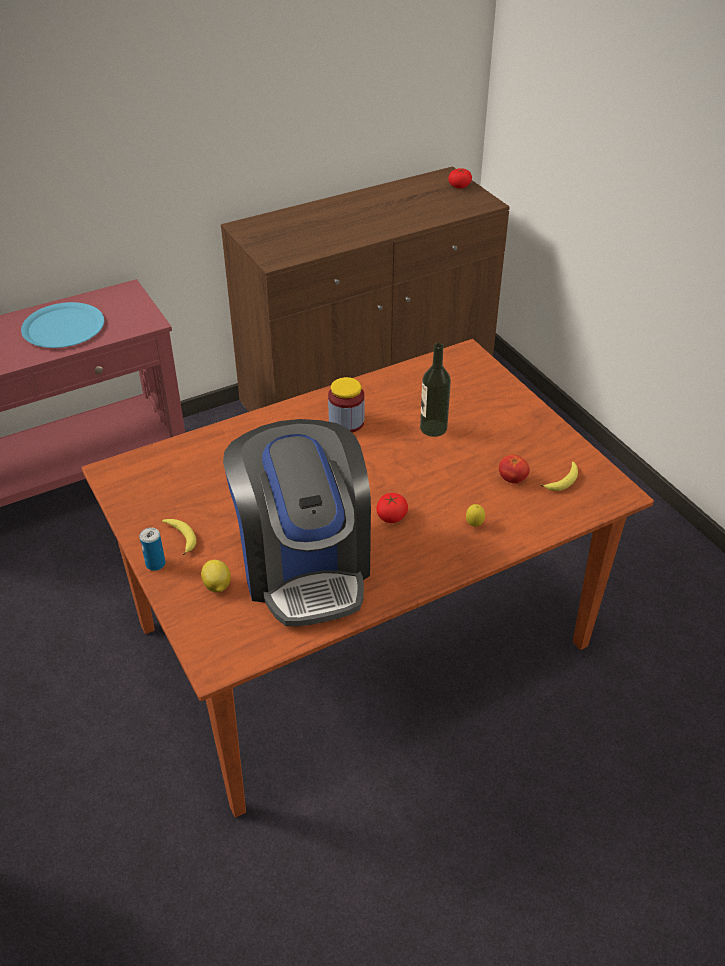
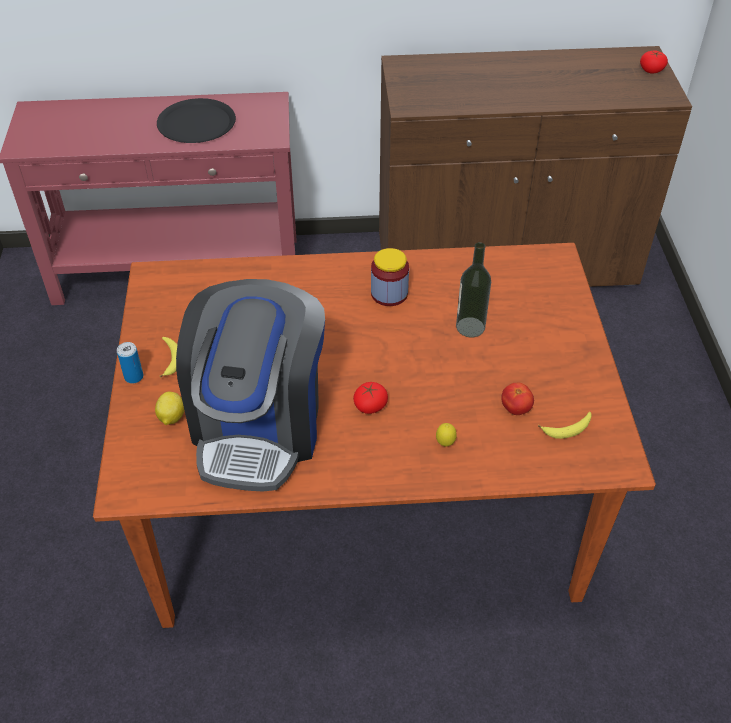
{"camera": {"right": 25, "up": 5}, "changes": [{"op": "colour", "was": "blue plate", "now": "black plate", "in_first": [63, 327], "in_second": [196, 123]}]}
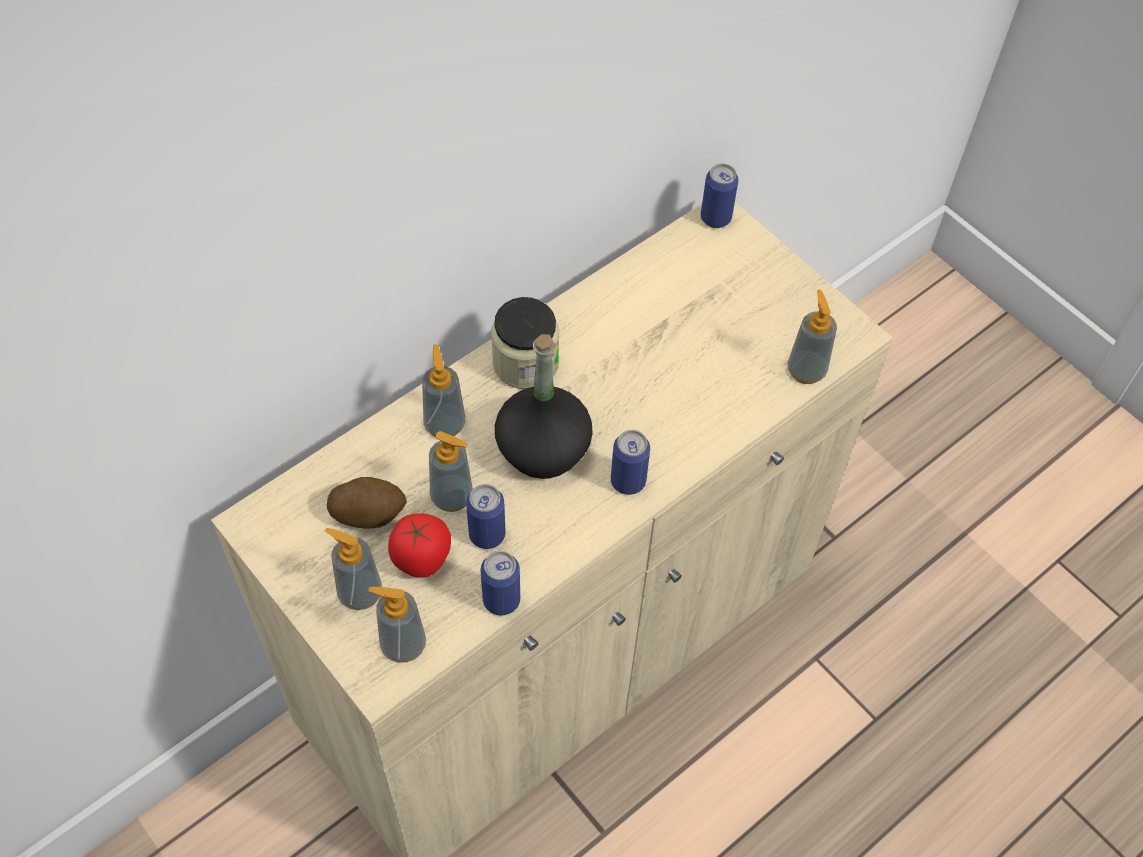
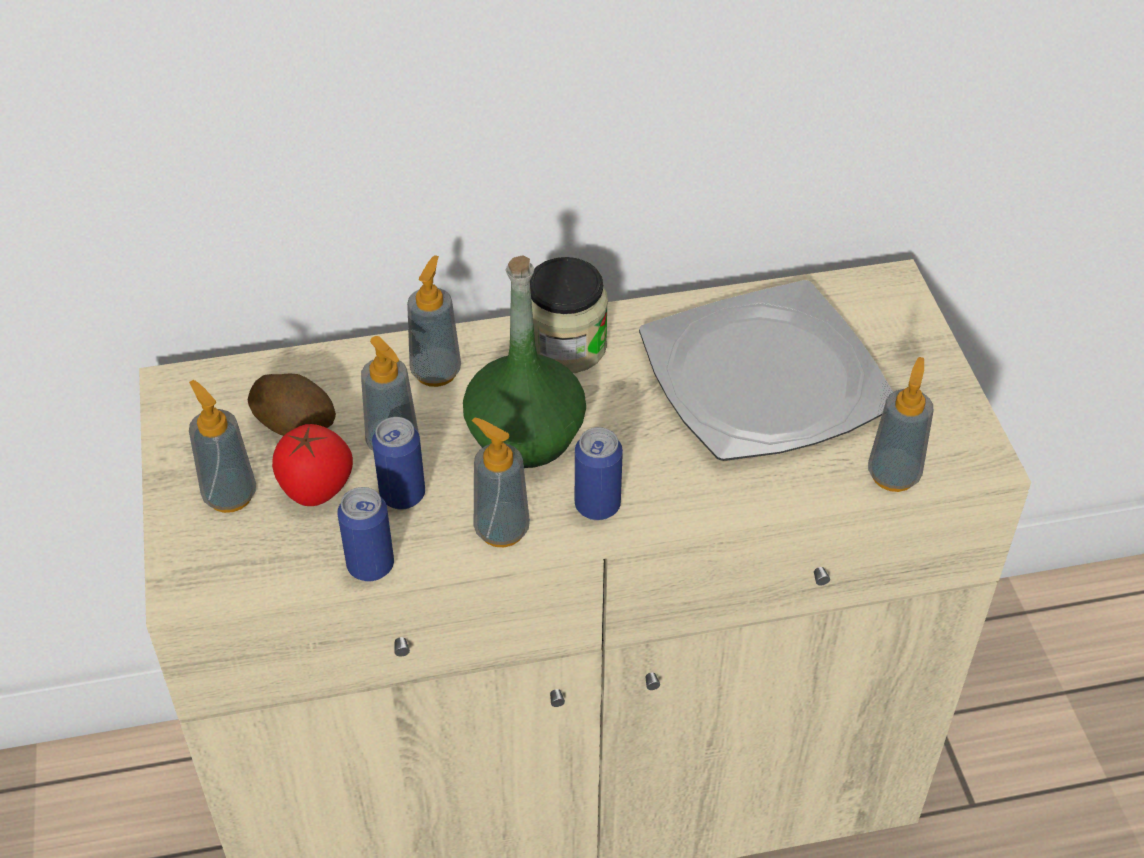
{"camera": {"right": 30, "up": -10}, "changes": [{"op": "missing", "was": "metal can", "in_first": [715, 218]}, {"op": "colour", "was": "black beverage bottle", "now": "greenish beverage bottle", "in_first": [543, 449], "in_second": [524, 436]}, {"op": "relocated", "was": "liquid soap bottle", "in_first": [403, 644], "in_second": [501, 529]}, {"op": "appeared", "now": "plate", "in_second": [763, 380]}]}
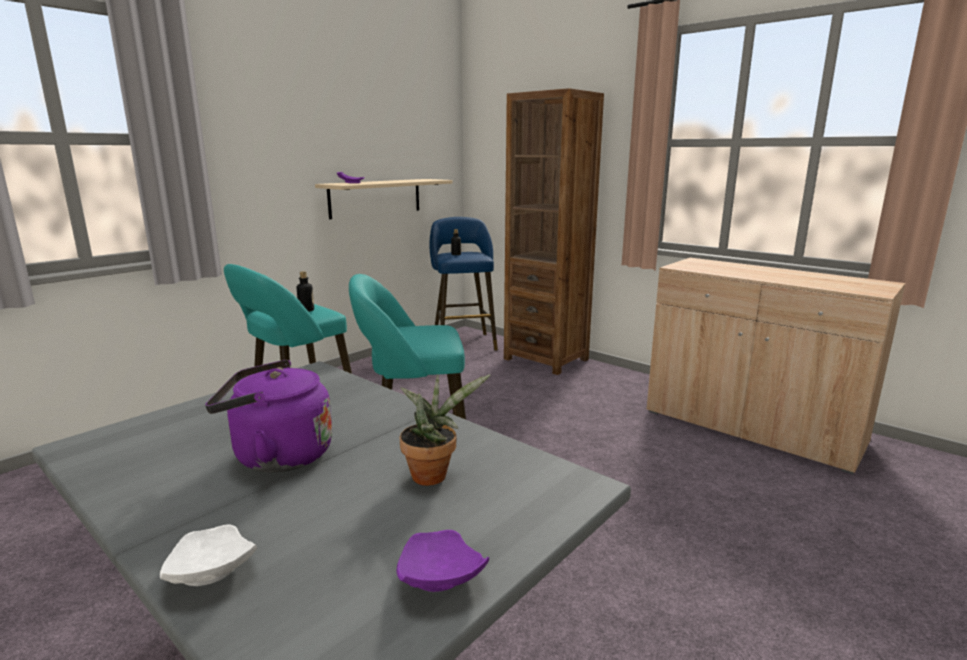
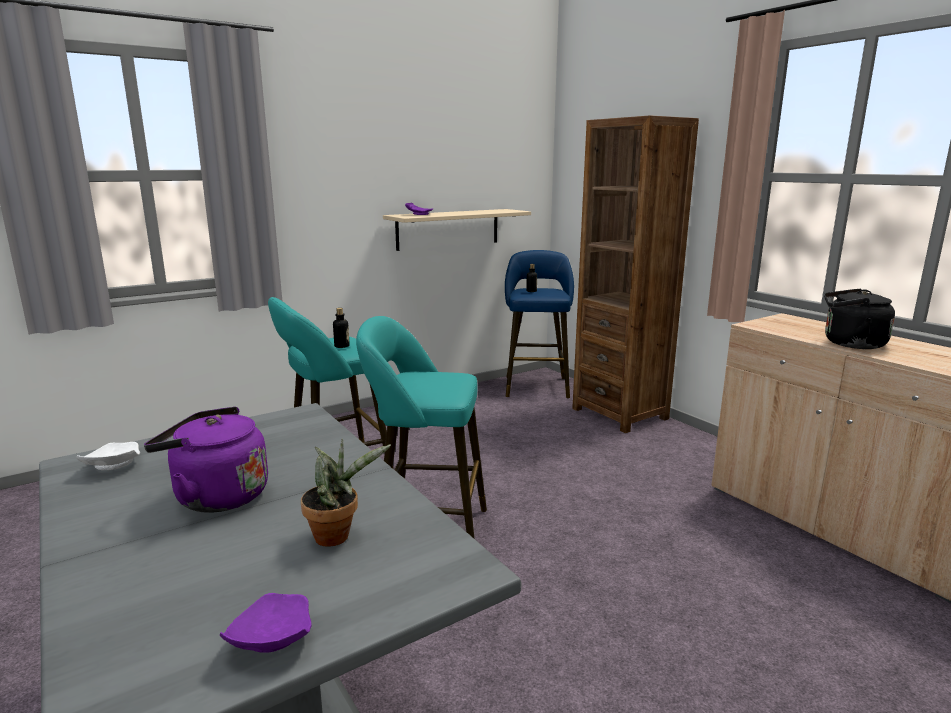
{"camera": {"right": 15, "up": 0}, "changes": [{"op": "relocated", "was": "whitish plate", "in_first": [209, 573], "in_second": [112, 465]}, {"op": "appeared", "now": "black kettle", "in_second": [849, 344]}]}
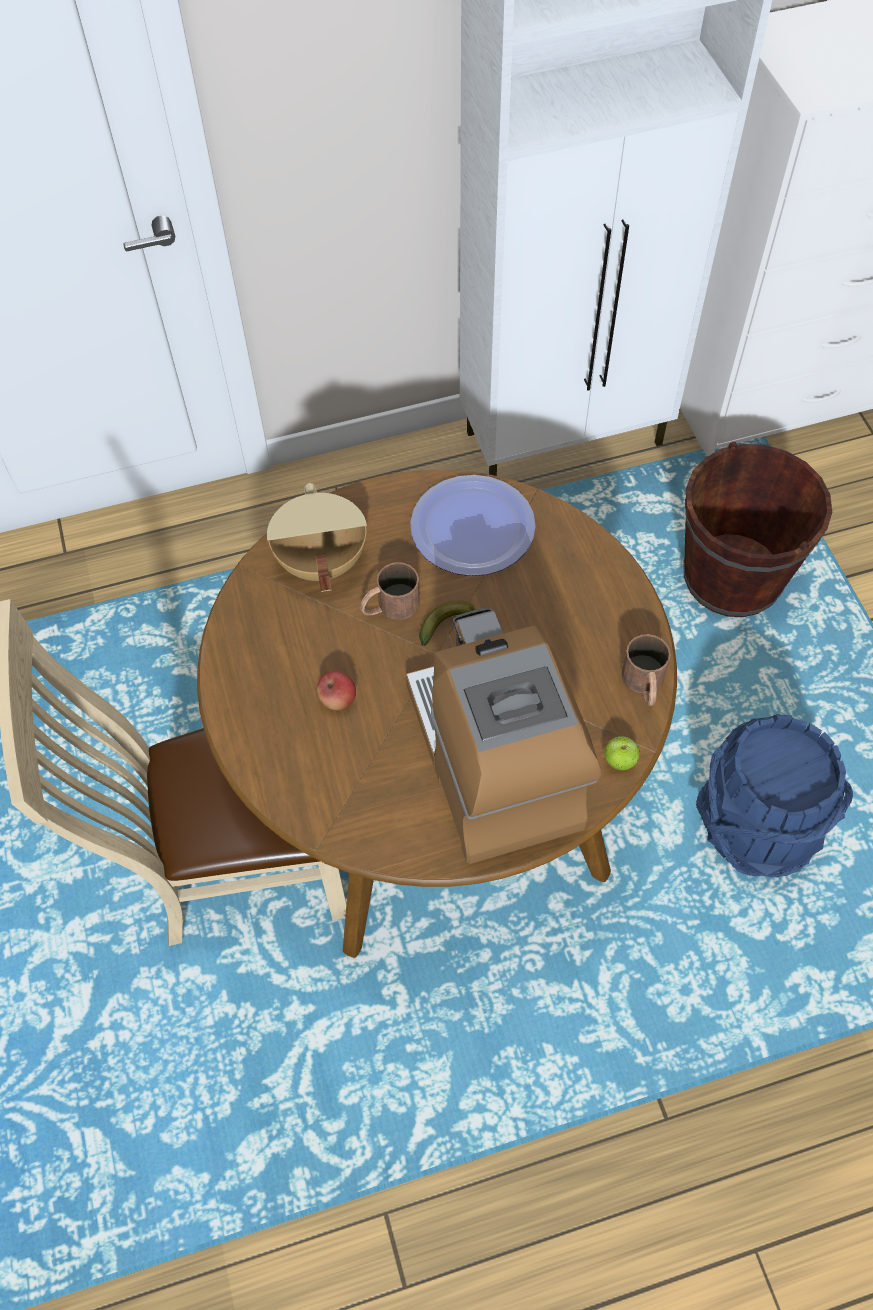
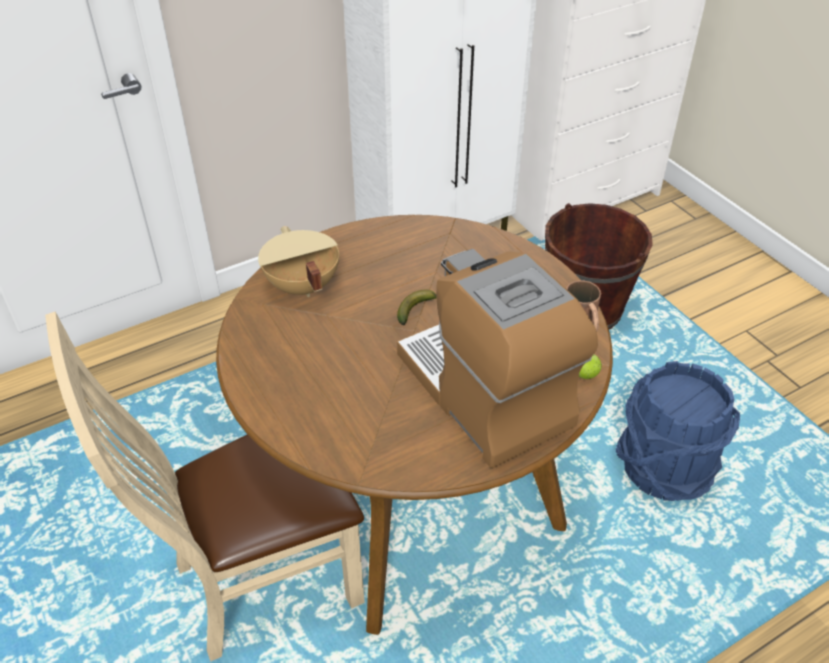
{"camera": {"right": -15, "up": -15}, "changes": [{"op": "missing", "was": "plate", "in_first": [472, 528]}, {"op": "missing", "was": "brown tea mug", "in_first": [389, 606]}, {"op": "missing", "was": "whole apple", "in_first": [338, 700]}]}
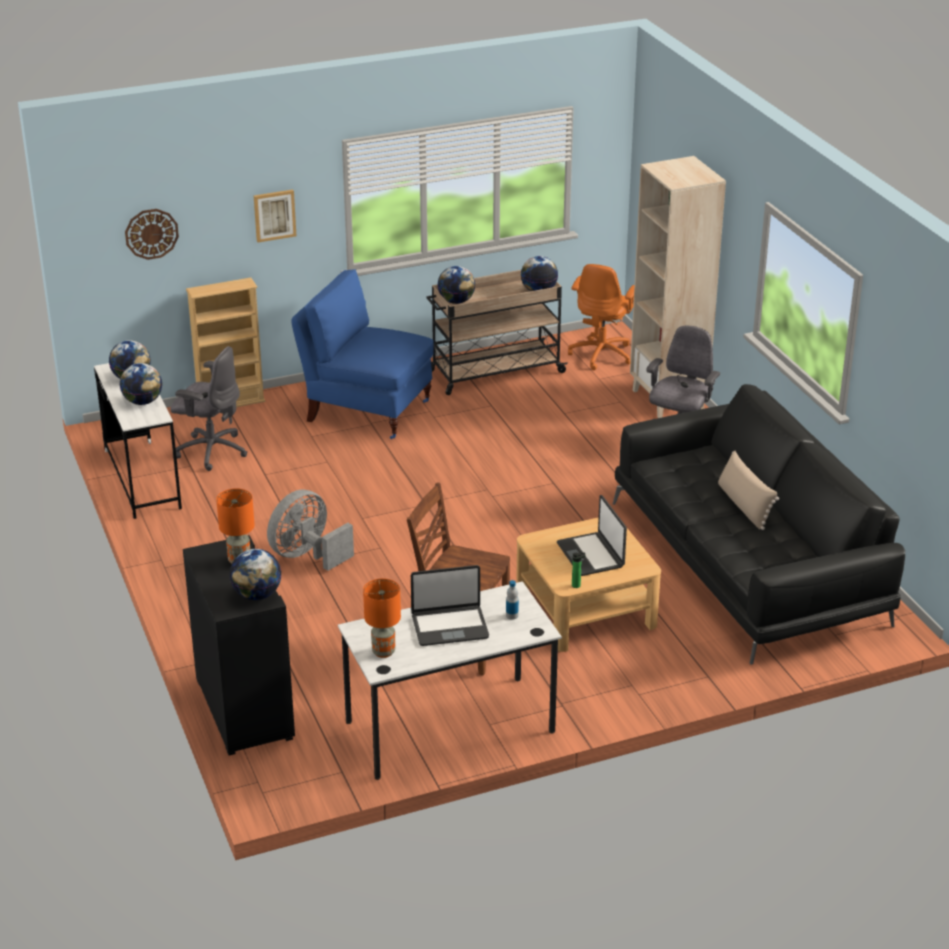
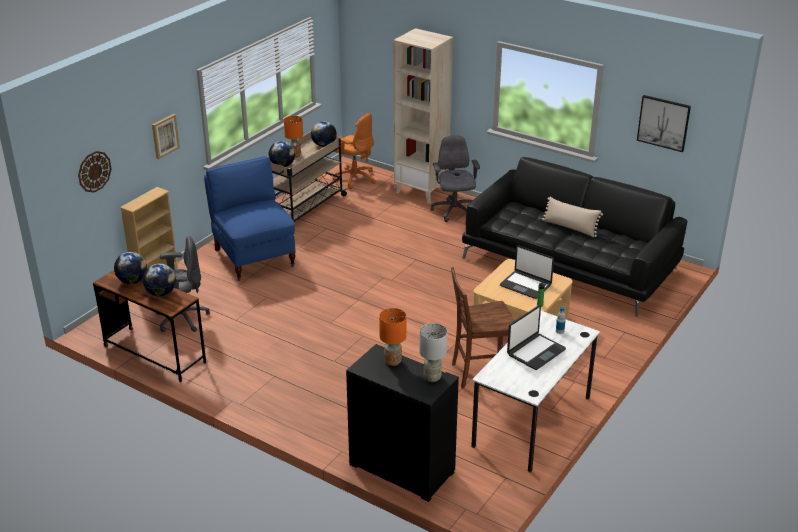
{"camera": {"right": -35, "up": 0}, "changes": [{"op": "spun", "was": "orange-coloured office chair", "in_first": [602, 354], "in_second": [354, 178], "clockwise": -45}, {"op": "spun", "was": "blue plain chair", "in_first": [367, 411], "in_second": [254, 257], "clockwise": 75}, {"op": "colour", "was": "whitish desk", "now": "brown desk", "in_first": [142, 479], "in_second": [154, 354]}, {"op": "missing", "was": "greyish cooling fan", "in_first": [307, 555]}, {"op": "exchanged", "was": "desk globe", "now": "greyish lamp for a table", "in_first": [256, 595], "in_second": [432, 378]}, {"op": "relocated", "was": "orange-coloured lamp for a table", "in_first": [384, 651], "in_second": [295, 155]}, {"op": "appeared", "now": "wall art", "in_second": [663, 122]}]}
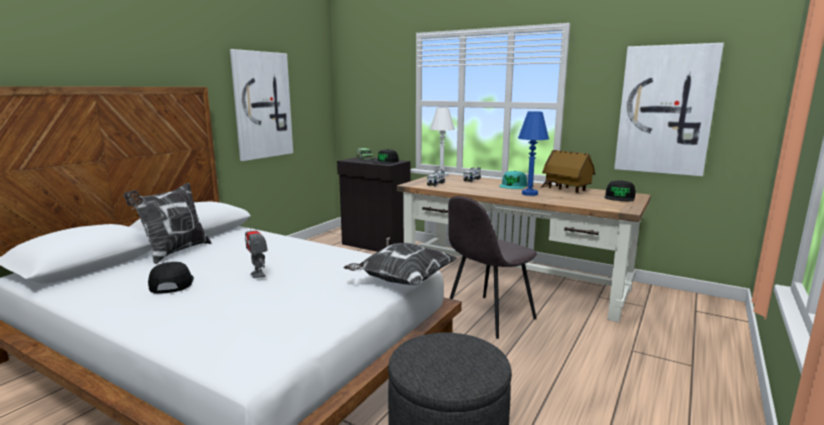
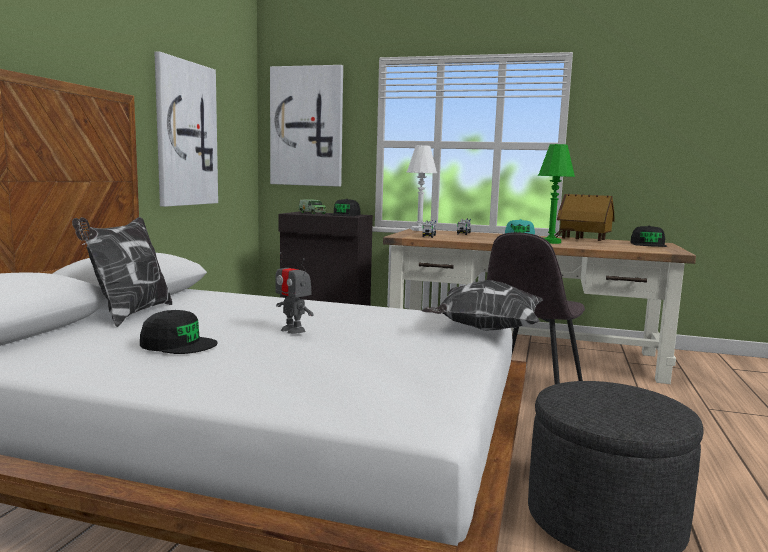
{"camera": {"right": -15, "up": -5}, "changes": [{"op": "relocated", "was": "wall art", "in_first": [665, 110], "in_second": [307, 126]}, {"op": "colour", "was": "blue lamp for a table", "now": "greenish lamp for a table", "in_first": [529, 194], "in_second": [551, 242]}, {"op": "spun", "was": "black cap", "in_first": [171, 284], "in_second": [178, 344], "clockwise": 135}]}
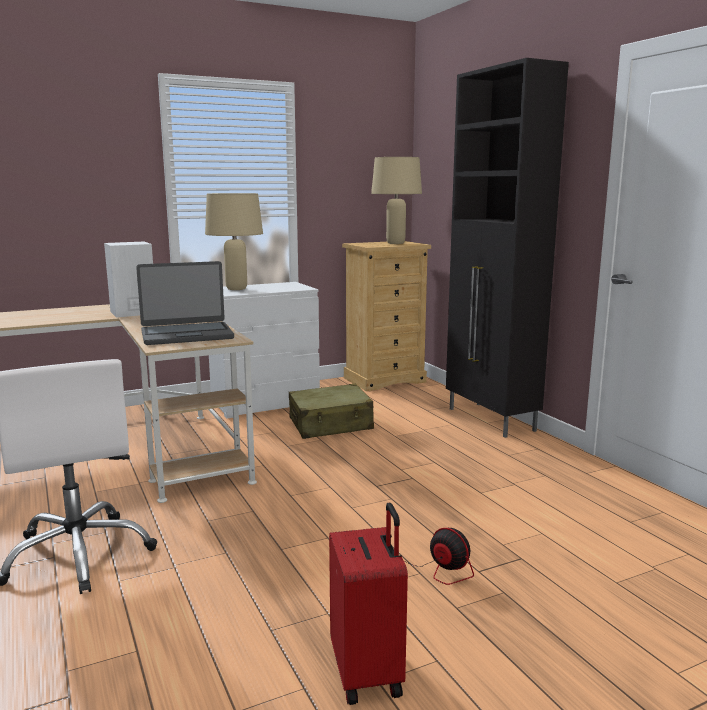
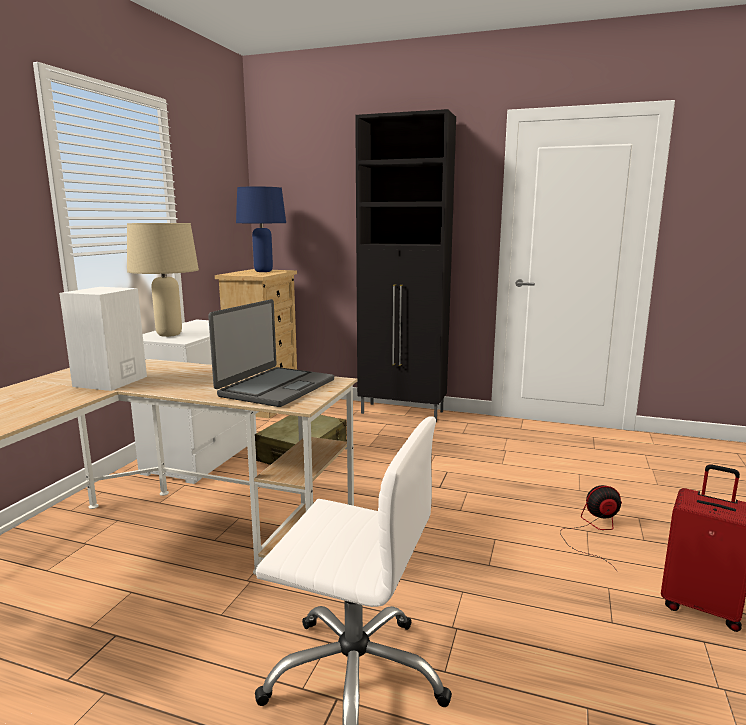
{"camera": {"right": -45, "up": 0}, "changes": [{"op": "colour", "was": "beige-coloured lamp for a table", "now": "blue lamp for a table", "in_first": [396, 243], "in_second": [264, 271]}]}
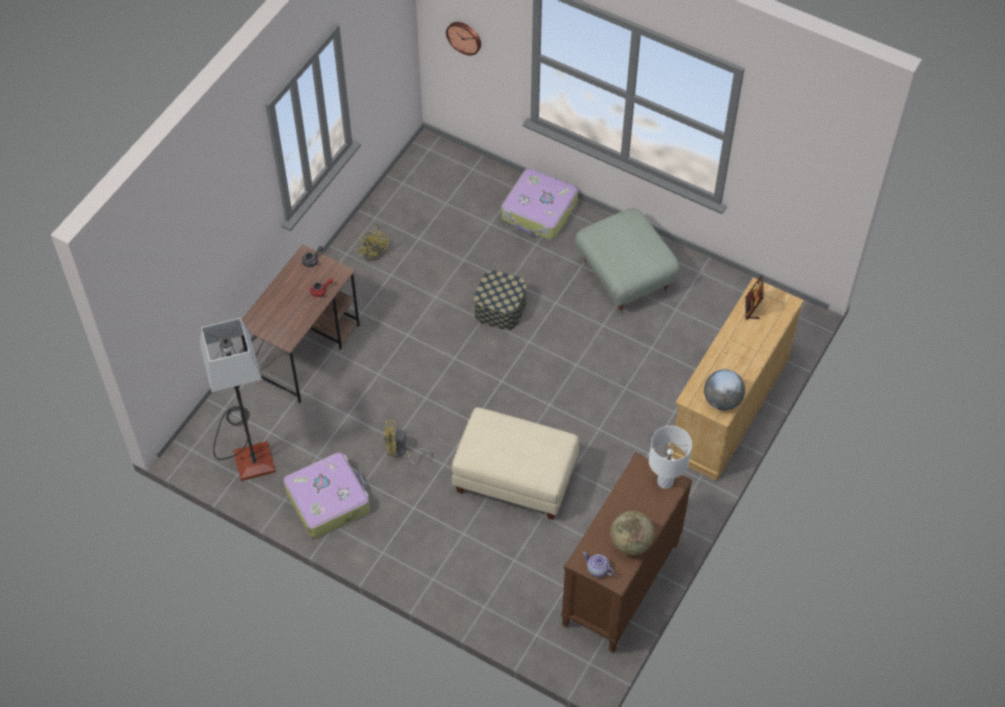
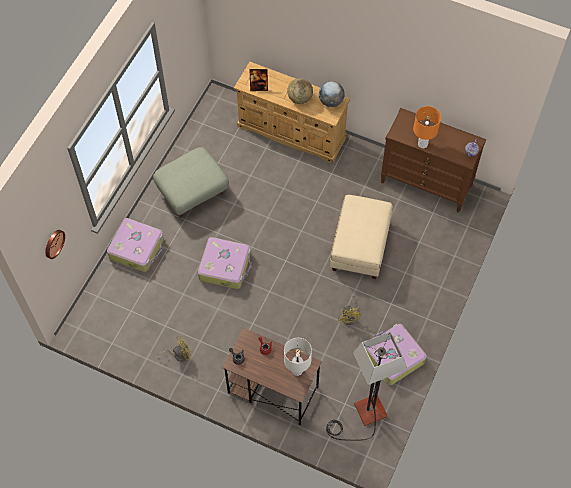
{"camera": {"right": -95, "up": 5}, "changes": [{"op": "exchanged", "was": "storage box", "now": "suitcase", "in_first": [500, 309], "in_second": [225, 266]}, {"op": "relocated", "was": "whitish lamp for a table", "in_first": [665, 481], "in_second": [297, 370]}, {"op": "relocated", "was": "desk globe", "in_first": [631, 543], "in_second": [300, 98]}, {"op": "appeared", "now": "orange-coloured lamp for a table", "in_second": [423, 144]}]}
